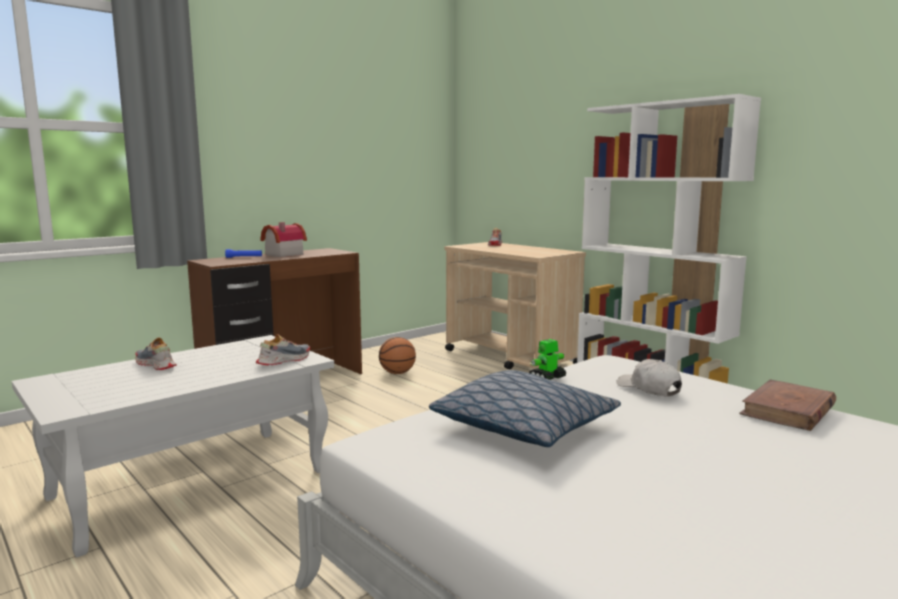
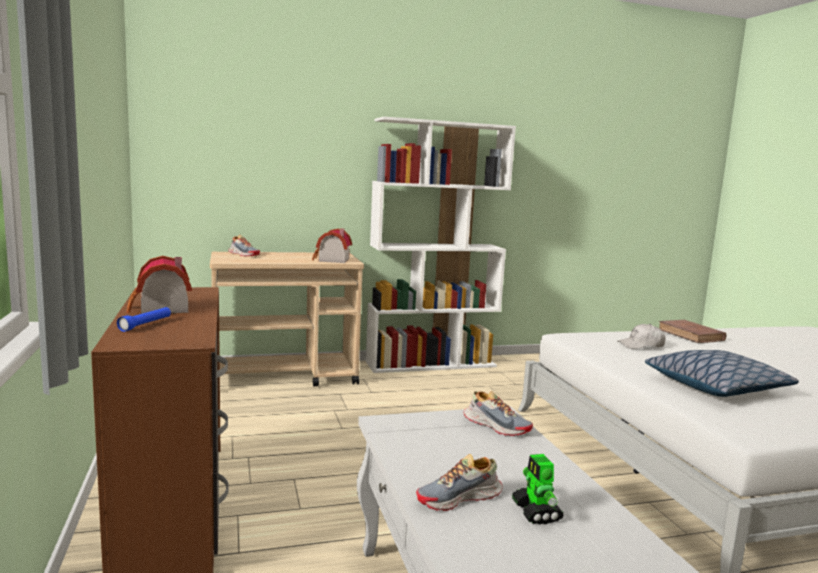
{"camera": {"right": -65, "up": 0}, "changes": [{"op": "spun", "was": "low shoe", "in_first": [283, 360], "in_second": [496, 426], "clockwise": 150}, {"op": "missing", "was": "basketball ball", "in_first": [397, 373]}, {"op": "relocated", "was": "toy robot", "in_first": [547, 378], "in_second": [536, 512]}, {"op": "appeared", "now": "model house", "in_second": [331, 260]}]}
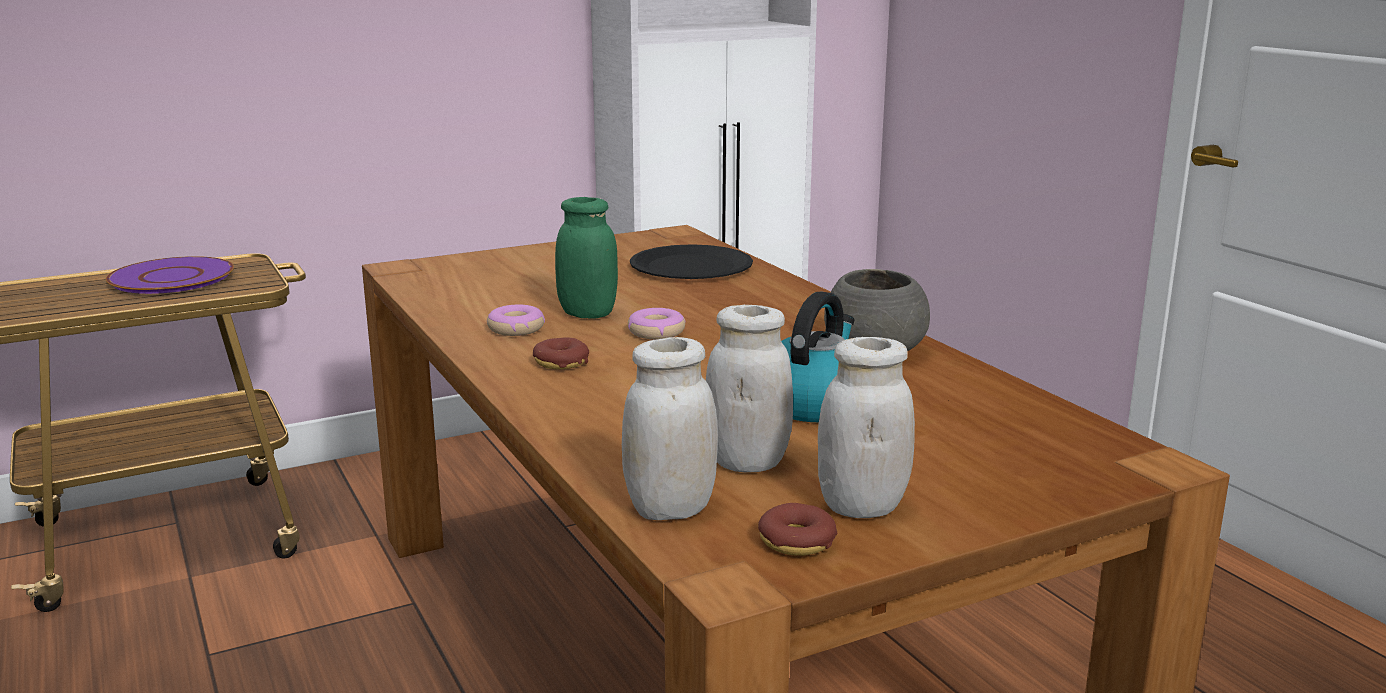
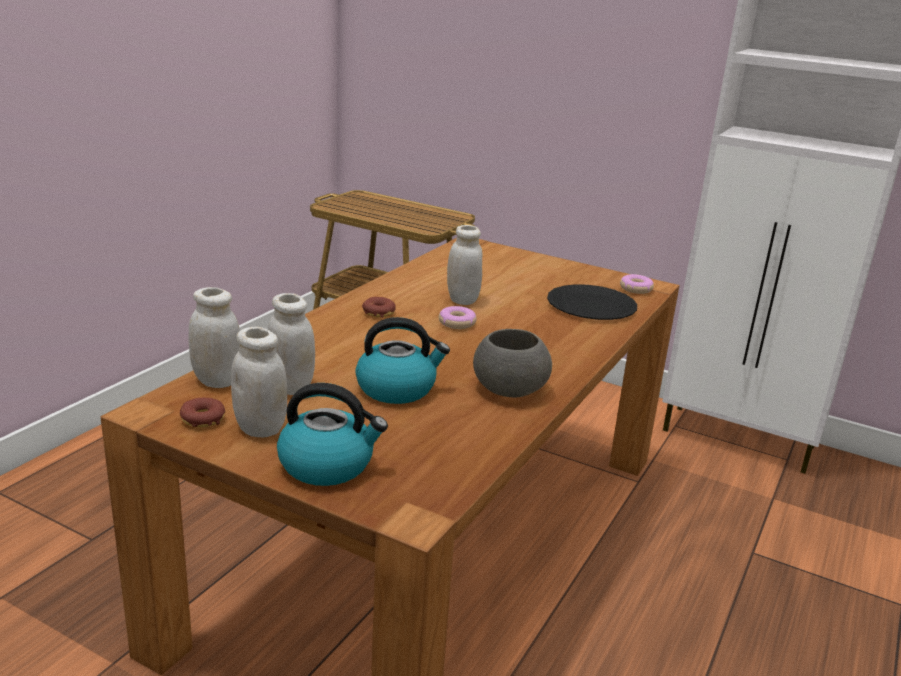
{"camera": {"right": 55, "up": 5}, "changes": [{"op": "colour", "was": "greenish jar", "now": "whitish jar", "in_first": [587, 314], "in_second": [462, 300]}, {"op": "missing", "was": "purple-coloured plate", "in_first": [172, 277]}, {"op": "relocated", "was": "ring doughnut", "in_first": [516, 329], "in_second": [635, 289]}, {"op": "appeared", "now": "kettle", "in_second": [328, 465]}]}
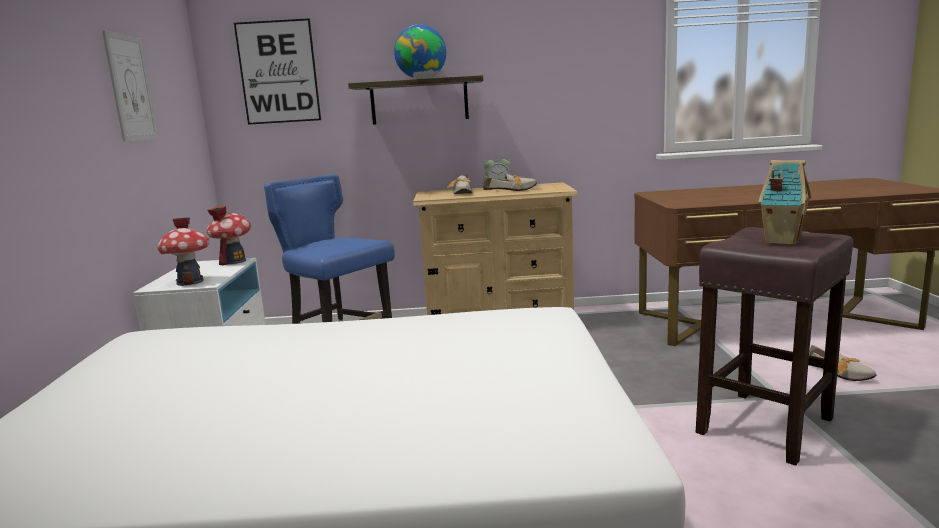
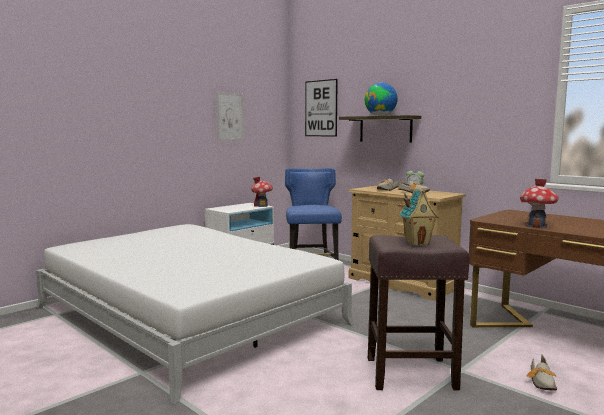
{"camera": {"right": 45, "up": -5}, "changes": [{"op": "relocated", "was": "model house", "in_first": [190, 282], "in_second": [536, 226]}]}
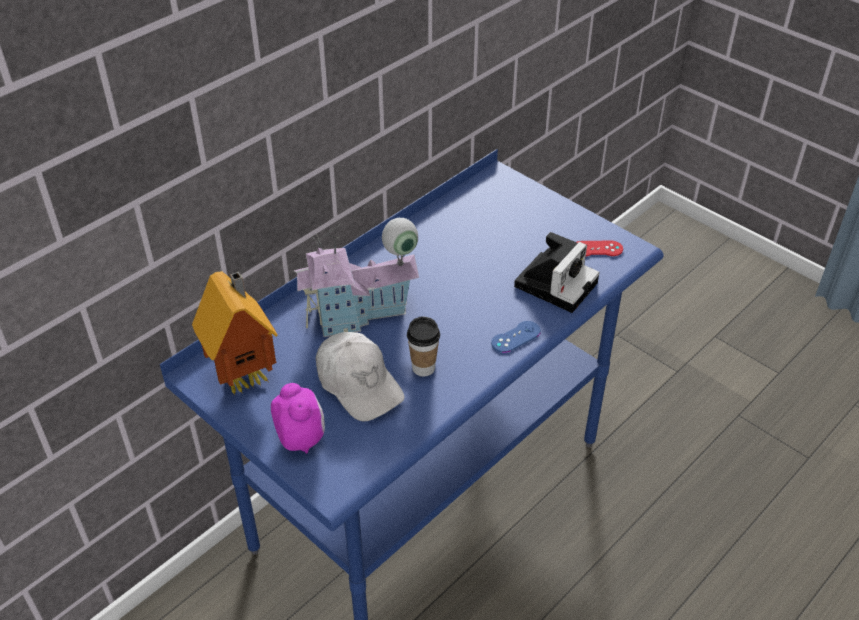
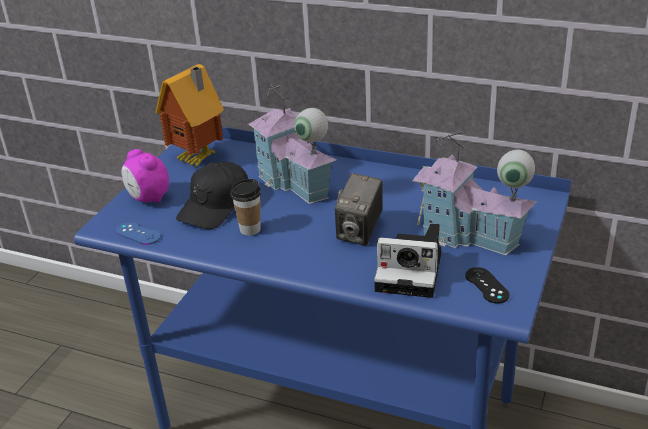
{"camera": {"right": 70, "up": -10}, "changes": [{"op": "colour", "was": "reddish game controller", "now": "black game controller", "in_first": [597, 249], "in_second": [487, 285]}, {"op": "relocated", "was": "blue game controller", "in_first": [516, 337], "in_second": [138, 233]}, {"op": "colour", "was": "whitish cap", "now": "black cap", "in_first": [358, 384], "in_second": [215, 206]}, {"op": "spun", "was": "bedside clock", "in_first": [301, 438], "in_second": [148, 198], "clockwise": 90}, {"op": "appeared", "now": "model house", "in_second": [469, 236]}, {"op": "appeared", "now": "photo camera", "in_second": [360, 232]}]}
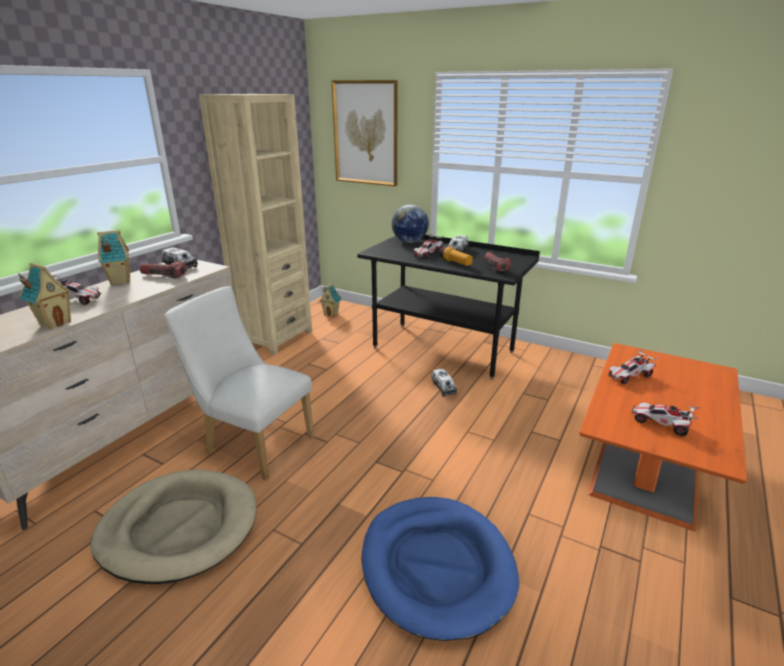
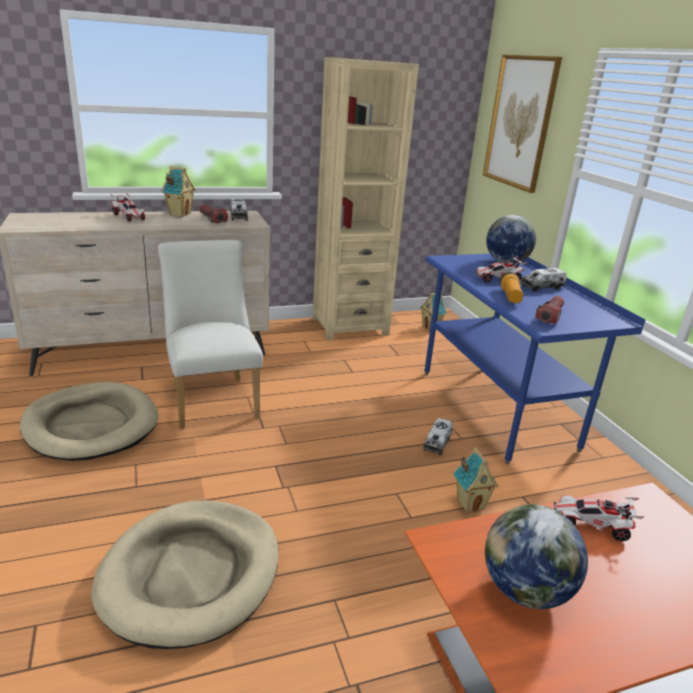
{"camera": {"right": 40, "up": 0}, "changes": [{"op": "colour", "was": "black desk", "now": "blue desk", "in_first": [443, 350], "in_second": [496, 409]}, {"op": "relocated", "was": "model house", "in_first": [55, 323], "in_second": [470, 503]}, {"op": "exchanged", "was": "model car", "now": "desk globe", "in_first": [661, 424], "in_second": [525, 591]}, {"op": "colour", "was": "blue dog bed", "now": "beige-coloured dog bed", "in_first": [437, 566], "in_second": [191, 574]}]}
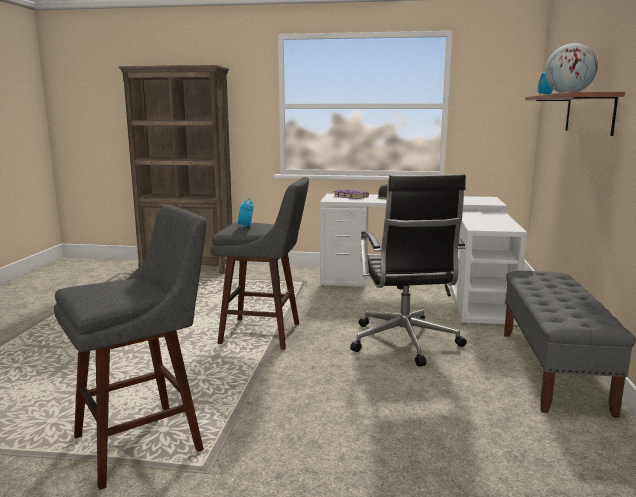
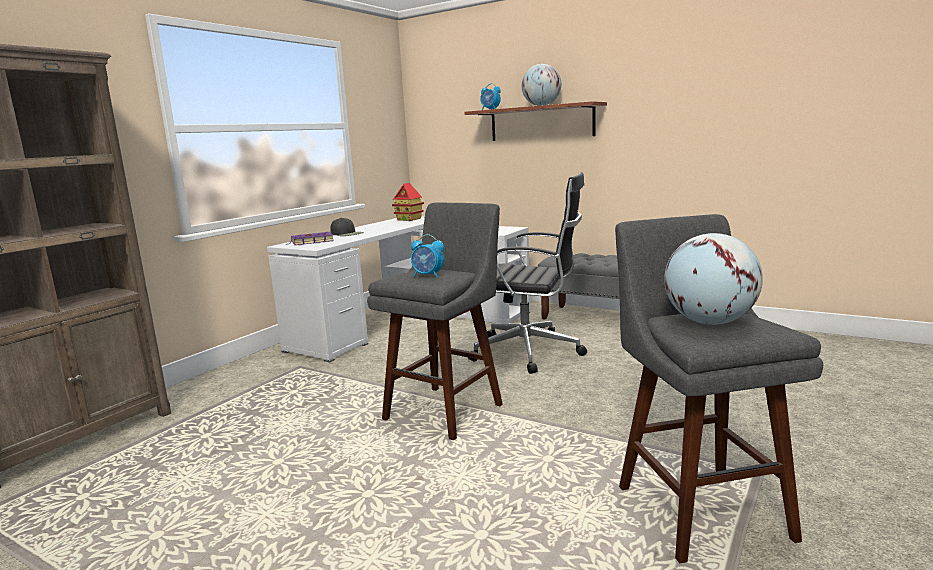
{"camera": {"right": -65, "up": 0}, "changes": [{"op": "appeared", "now": "model house", "in_second": [409, 219]}, {"op": "appeared", "now": "desk globe", "in_second": [710, 322]}]}
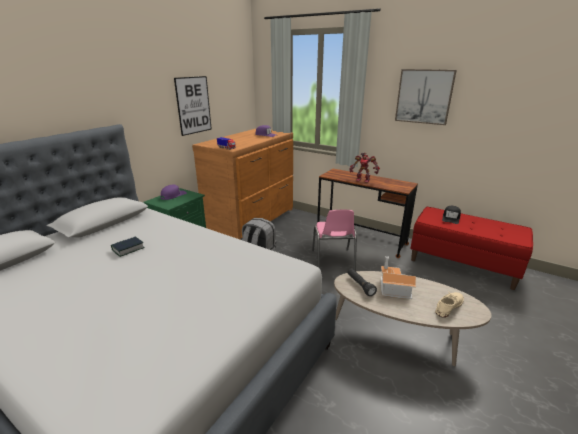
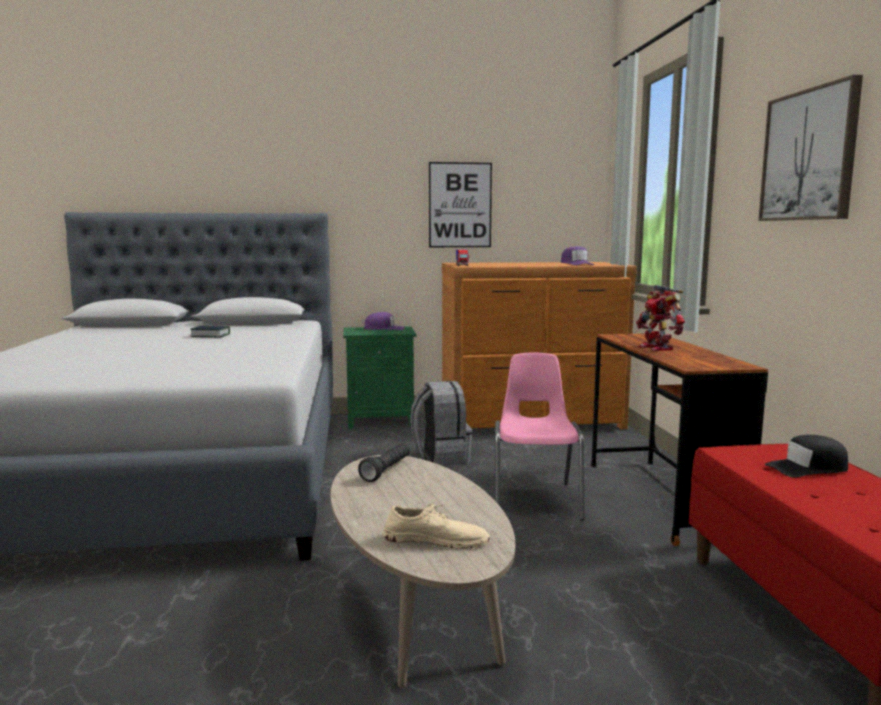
{"camera": {"right": 50, "up": -15}, "changes": [{"op": "spun", "was": "pink plain chair", "in_first": [333, 262], "in_second": [535, 499], "clockwise": 135}, {"op": "missing", "was": "model house", "in_first": [392, 288]}]}
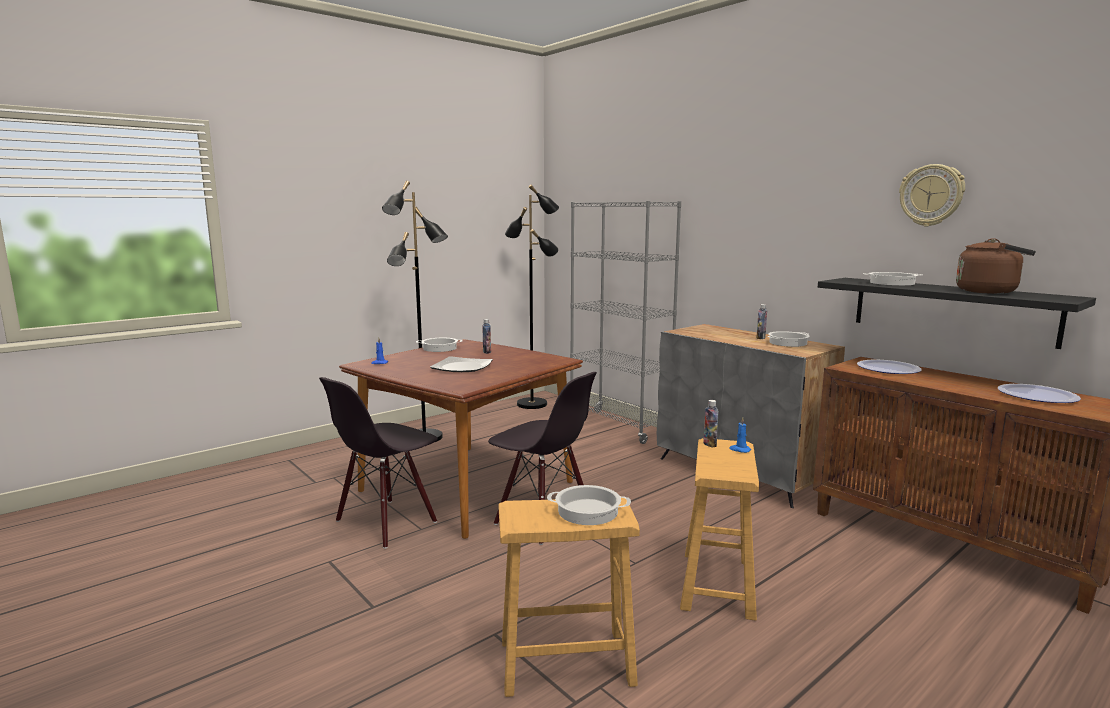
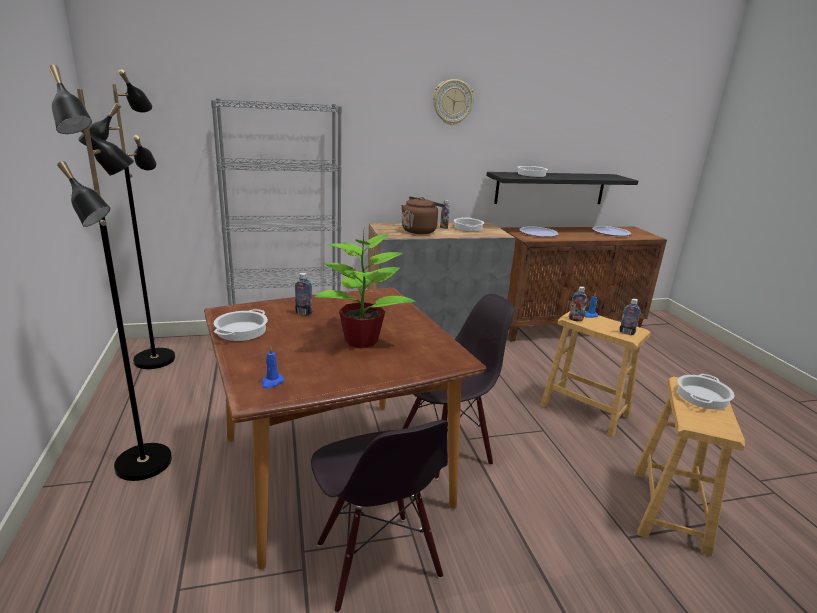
{"camera": {"right": -65, "up": 10}, "changes": [{"op": "relocated", "was": "hanging clock", "in_first": [931, 195], "in_second": [452, 102]}, {"op": "relocated", "was": "brown kettle", "in_first": [990, 292], "in_second": [420, 231]}, {"op": "exchanged", "was": "plate", "now": "potted plant", "in_first": [461, 367], "in_second": [362, 340]}, {"op": "appeared", "now": "beverage bottle", "in_second": [626, 333]}]}
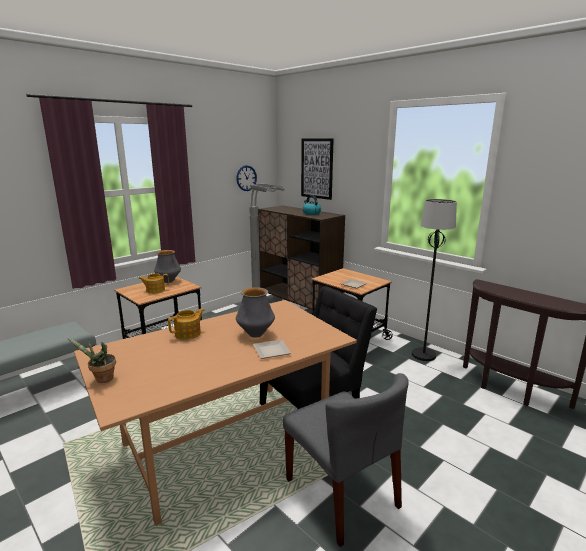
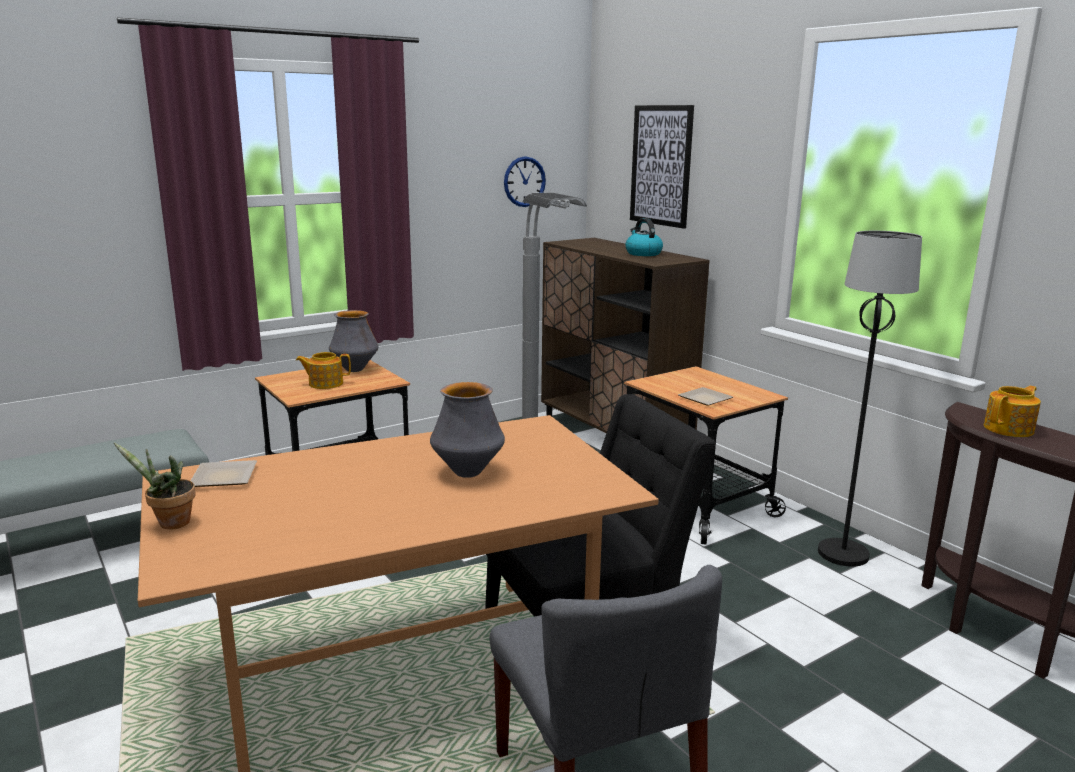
{"camera": {"right": 10, "up": 0}, "changes": [{"op": "relocated", "was": "teapot", "in_first": [188, 334], "in_second": [1009, 429]}, {"op": "relocated", "was": "plate", "in_first": [272, 350], "in_second": [226, 476]}]}
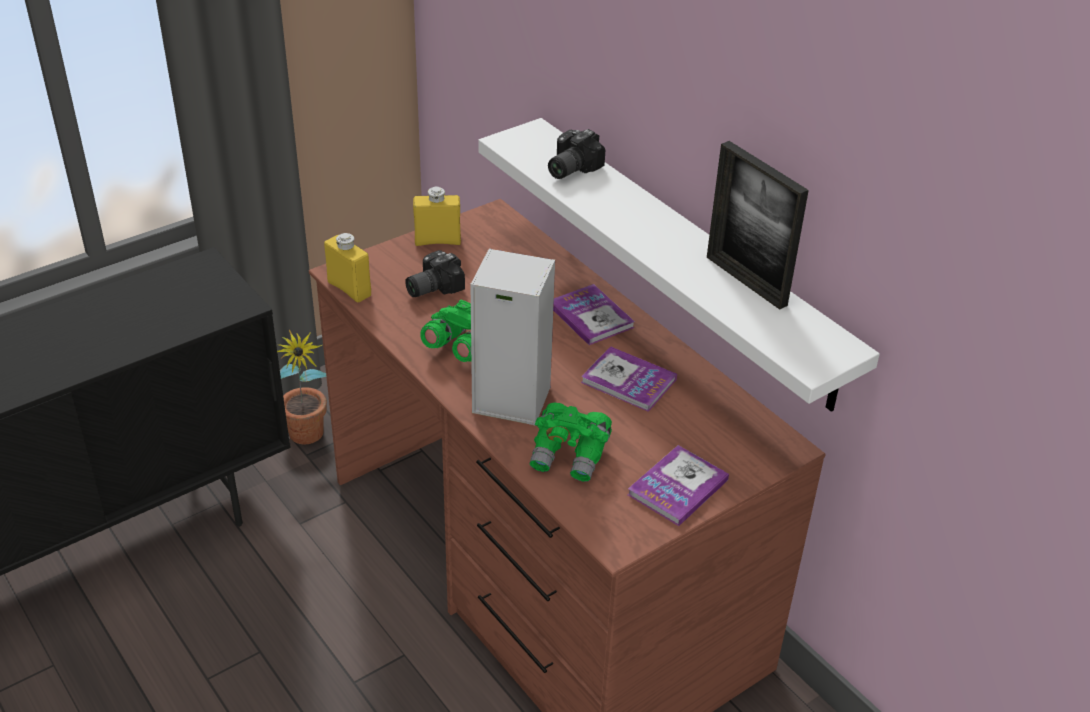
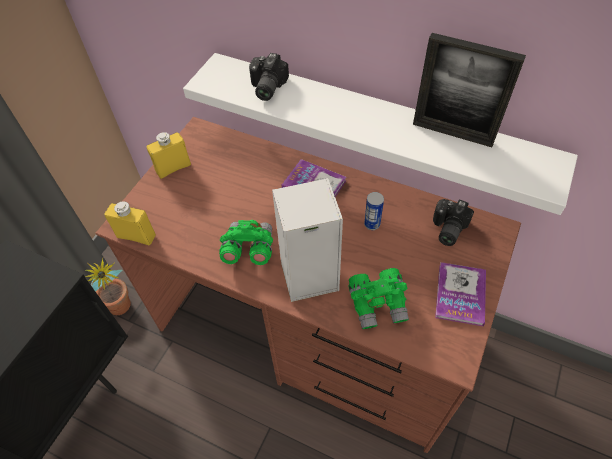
{"camera": {"right": -25, "up": 15}, "changes": [{"op": "relocated", "was": "photo camera", "in_first": [431, 287], "in_second": [446, 229]}, {"op": "exchanged", "was": "volume", "now": "metal can", "in_first": [628, 381], "in_second": [372, 224]}]}
